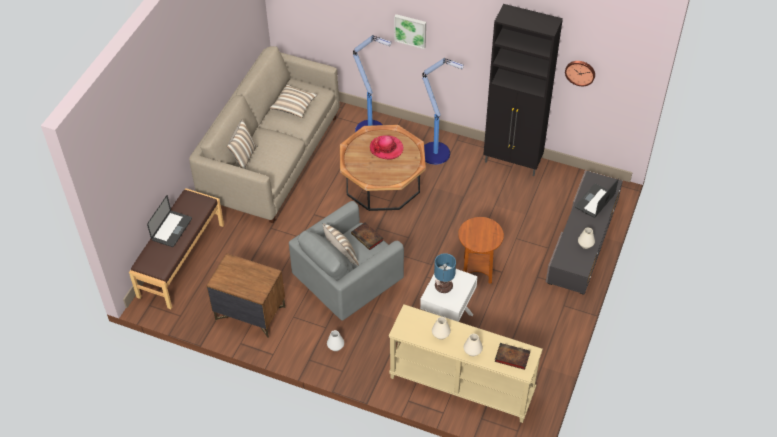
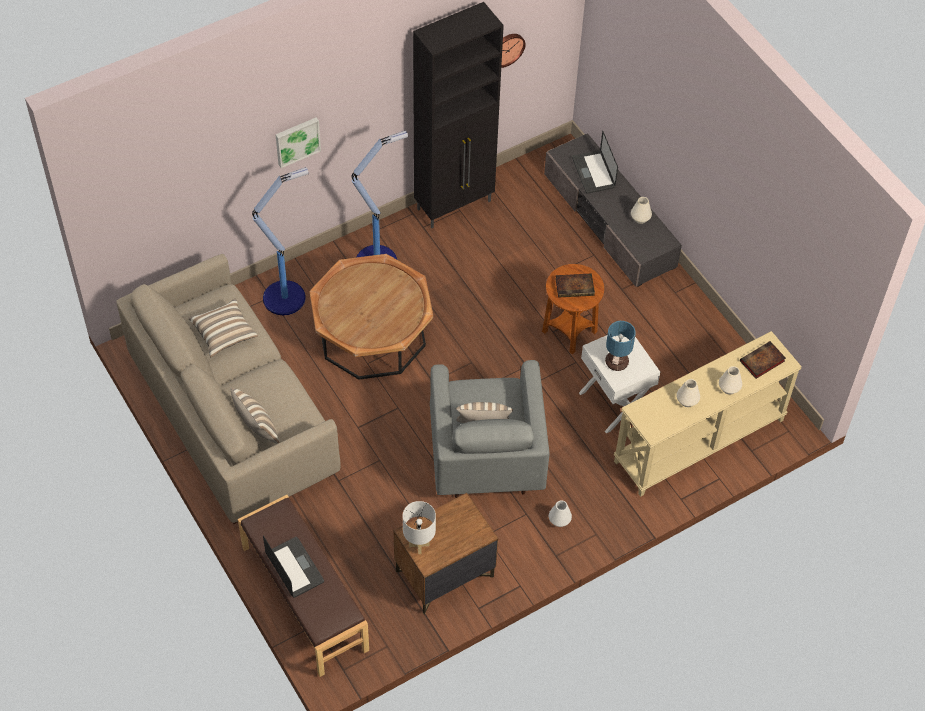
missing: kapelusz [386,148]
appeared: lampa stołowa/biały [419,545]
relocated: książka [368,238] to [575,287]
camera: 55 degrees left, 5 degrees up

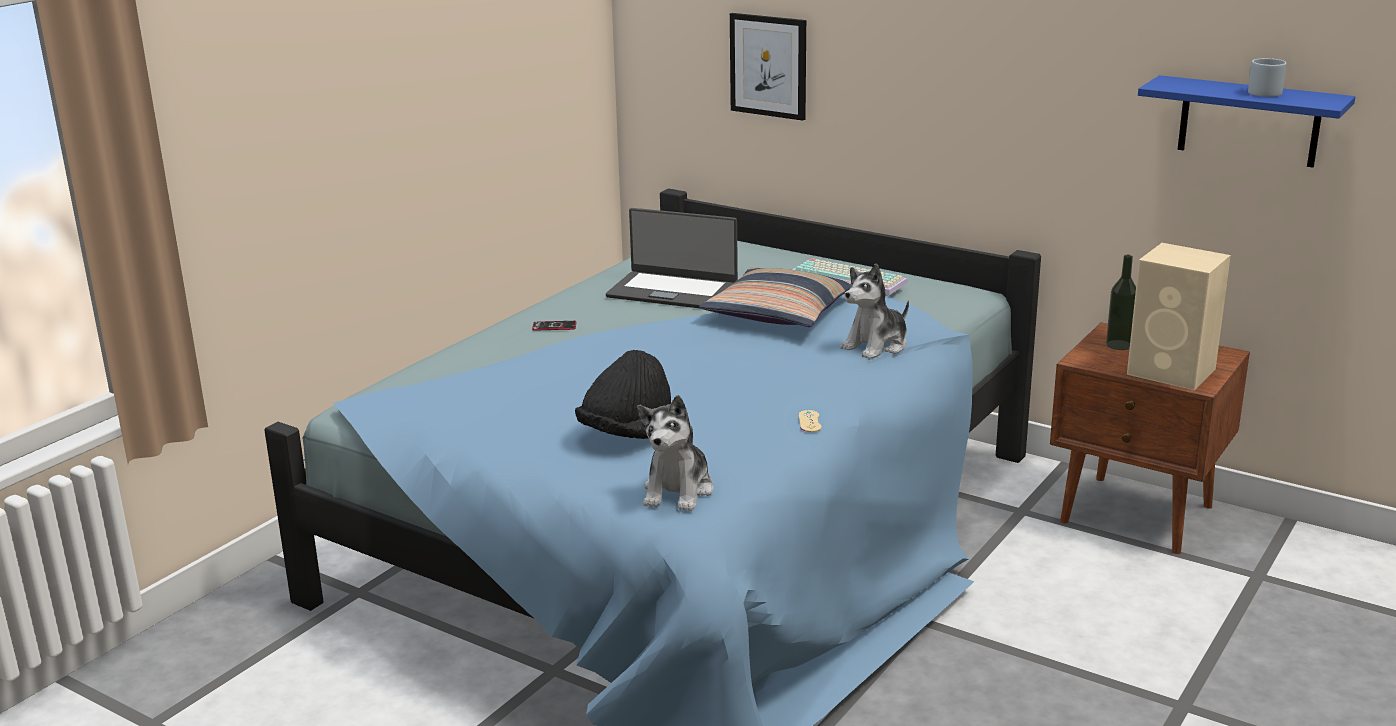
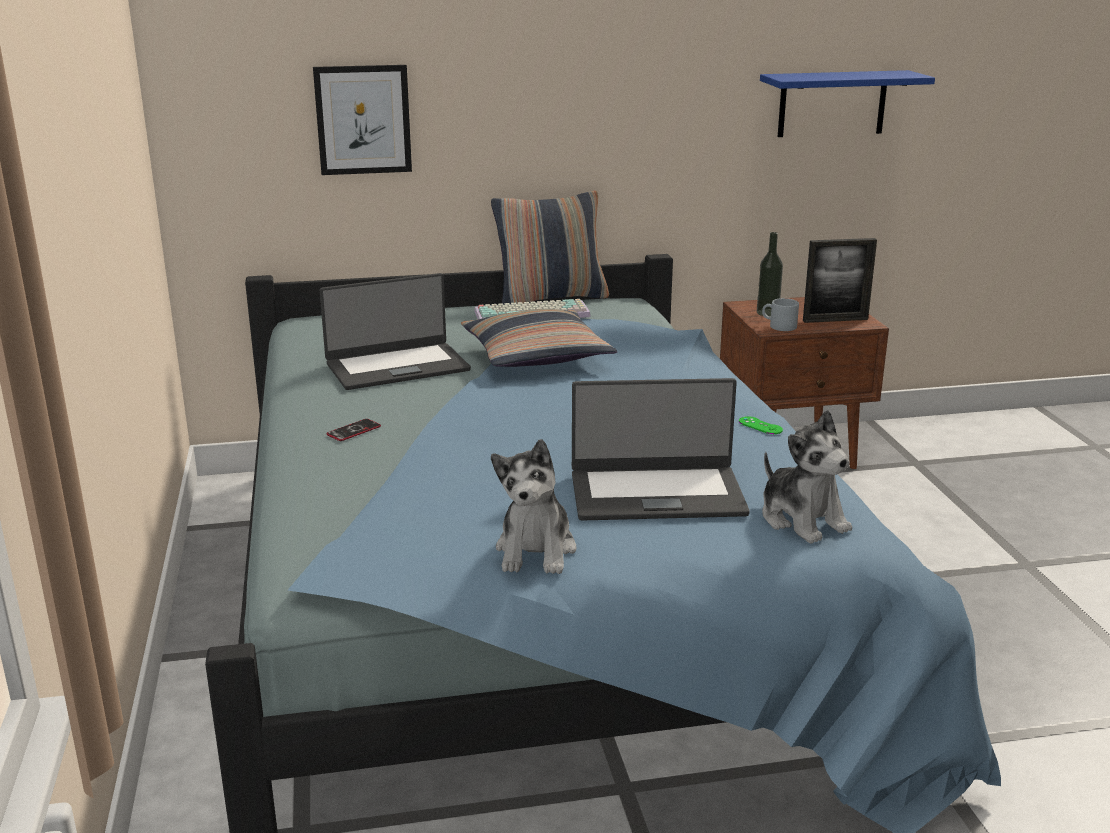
appeared: poduszka [551,298]
relocated: pluszak [876,346] to [536,550]; kubek/szary [1260,92] to [778,326]
exchanged: kapelusz/czarny [627,435] to laptop [656,493]; głośnik/beżowy [1173,372] to ramka na zdjęcie [835,320]
colour: pad do gier/beżowy [809,421] to pad do gier/zielony [760,426]
camera: 45 degrees left, 0 degrees up

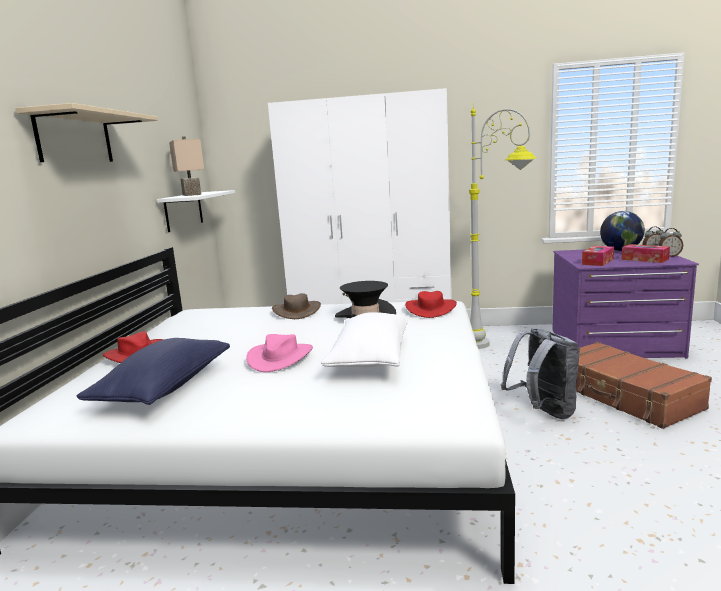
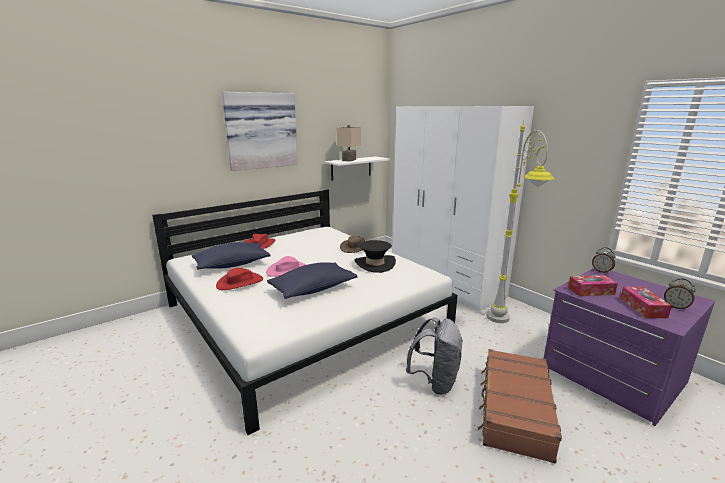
missing: globus [620,250]
relocated: kapelusz/czerwony [431,309] to [240,282]; budzik [669,256] to [601,271]
exchanged: półka/beżowy [75,138] to obraz [261,131]
colour: poduszka/biały [370,358] to poduszka/niebieski [313,289]
camera: 45 degrees right, 5 degrees up

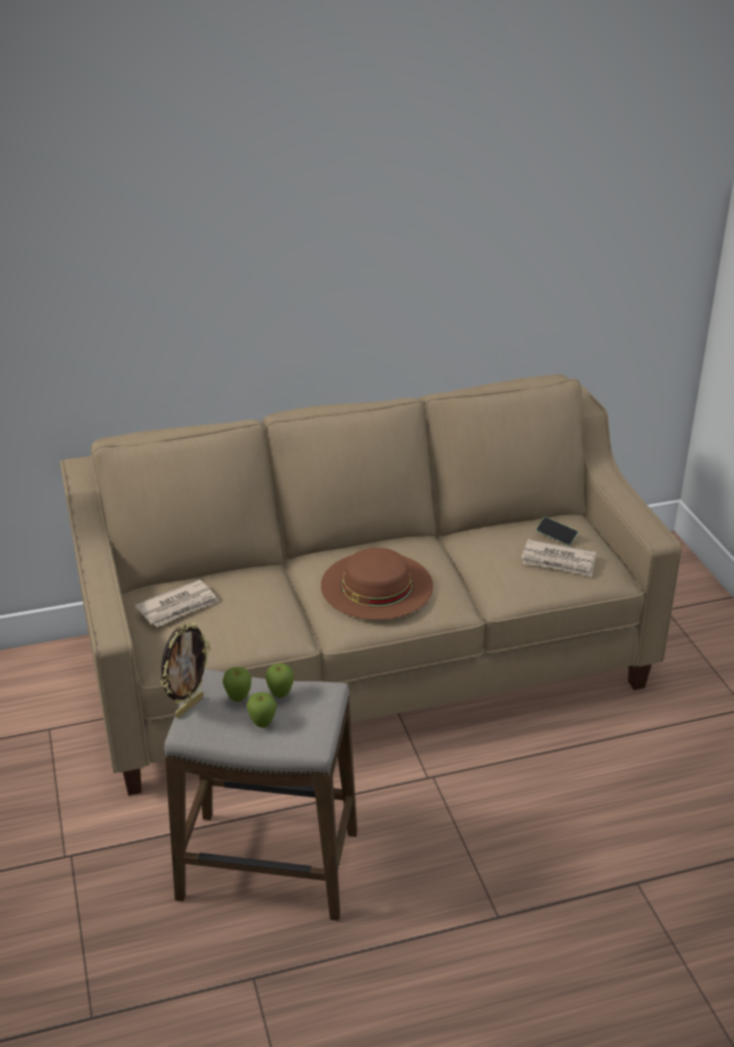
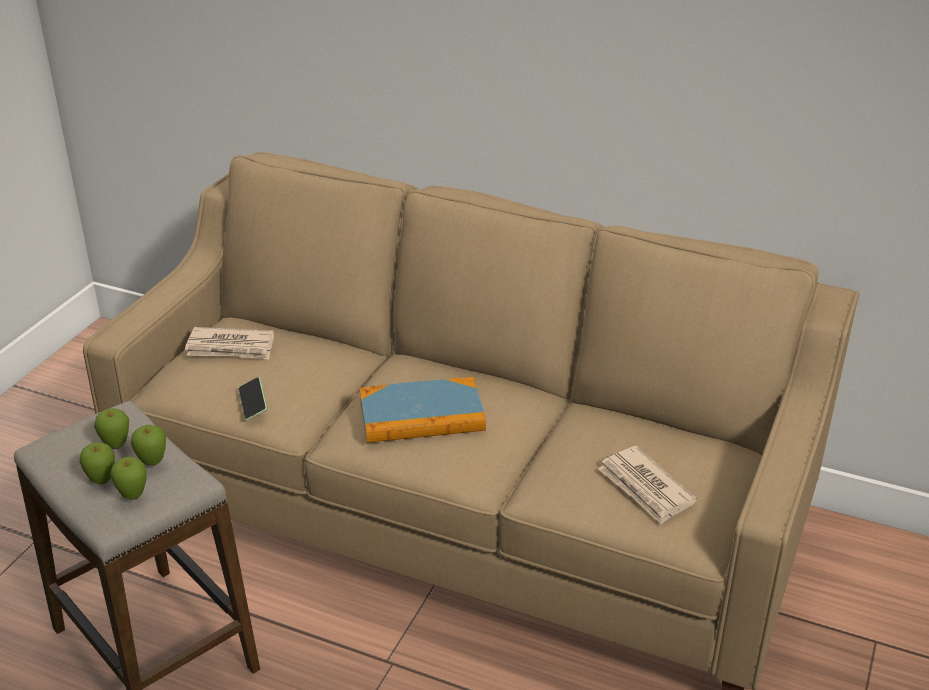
missing: ramka na zdjęcie [188,706]
appeared: jabłko [133,496]
relocated: telefon [556,536] to [253,404]
exchanged: kapelusz/brązowy [376,585] to książka [421,415]
camera: 40 degrees right, 0 degrees up

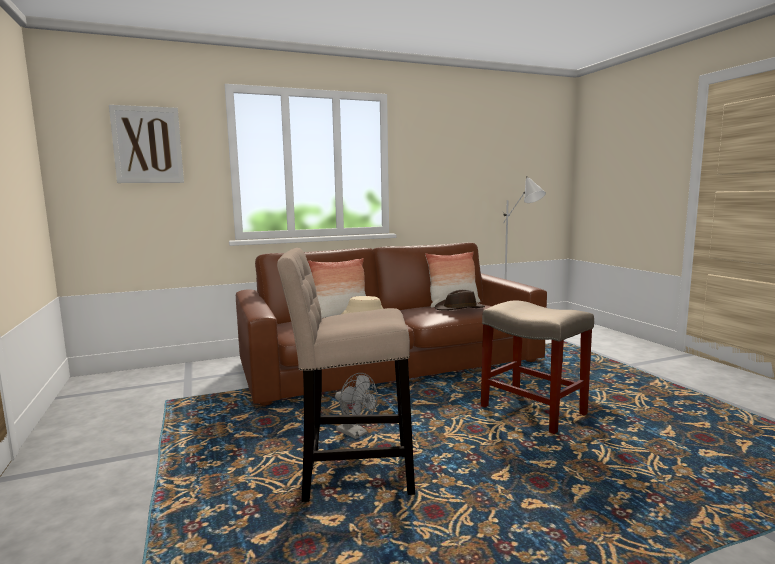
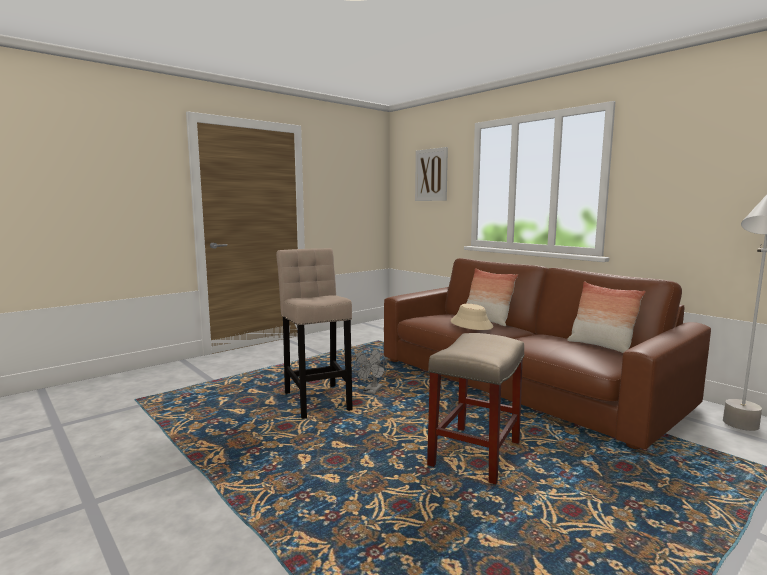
missing: kapelusz/brązowy [460,308]
camera: 70 degrees right, 0 degrees up

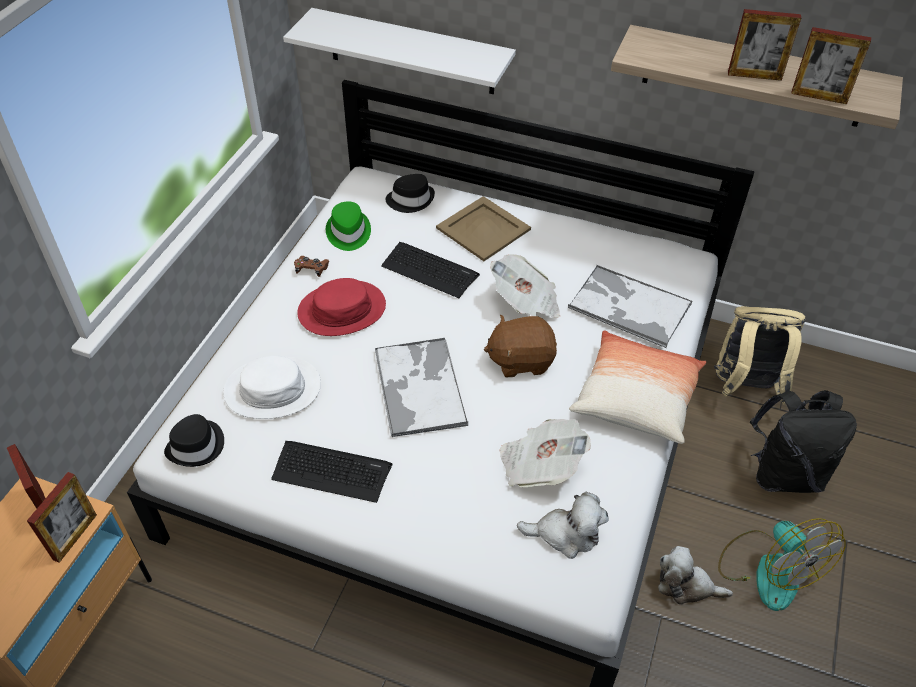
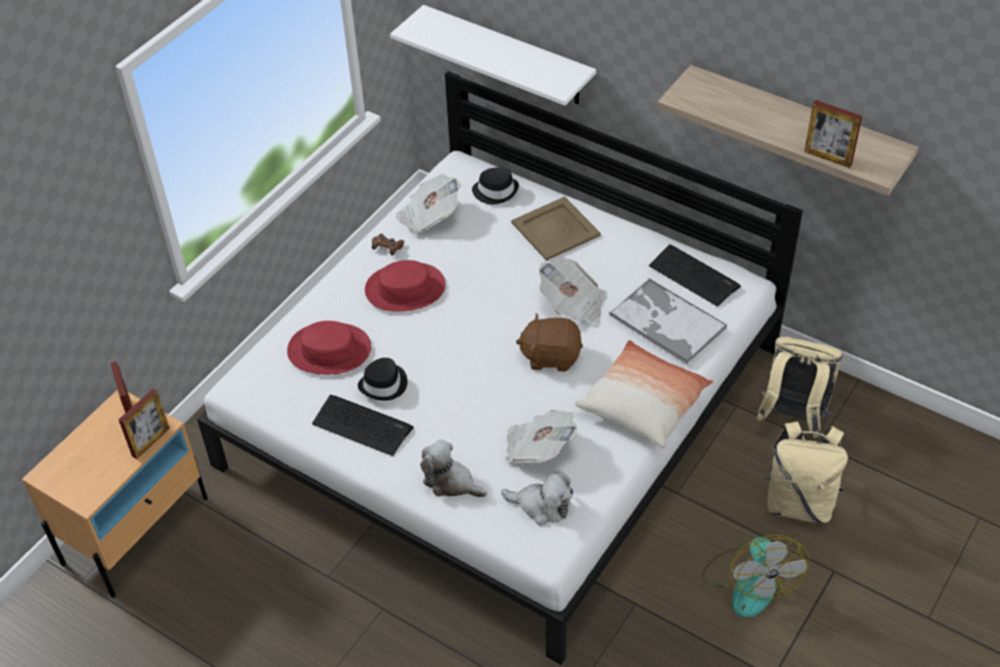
missing: taca [419,386]; ramka na zdjęcie [754,76]
relocated: kapelusz/czarny [197,446] to [384,385]; klawiatura [429,270] to [694,276]; pluszak [686,585] to [451,482]
exchanged: kapelusz/zielony [348,233] to gazeta [429,216]
colour: kapelusz/biały [272,389] to kapelusz/czerwony [329,349]; plecak/czarny [784,473] to plecak/beżowy [799,502]
camera: 15 degrees right, 0 degrees up

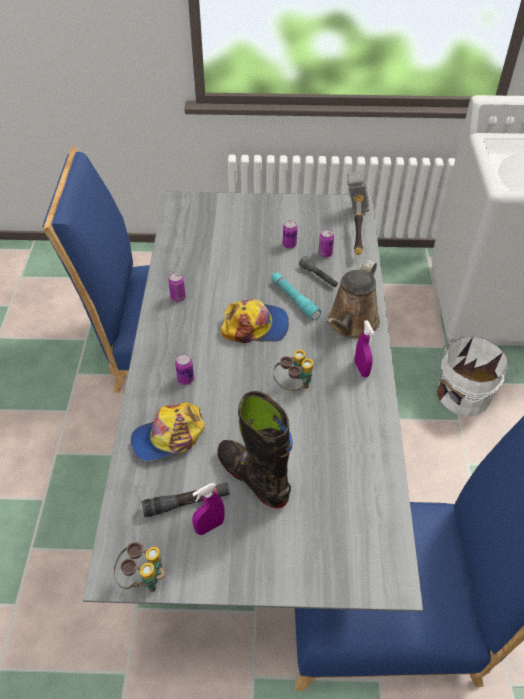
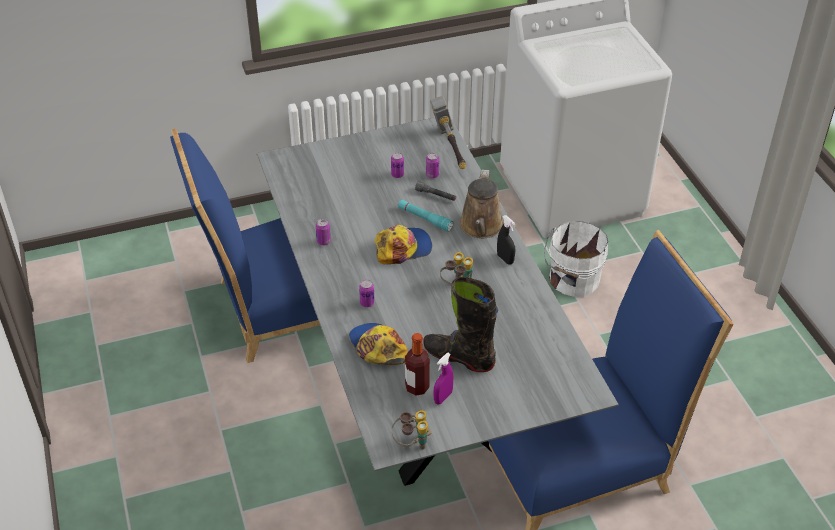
exchanged: latarka/czarny [186,502] to butelka [417,387]
colour: spryskiwacz/fioletowy [361,369] to spryskiwacz/czarny [505,259]
spun: czapka z daszkiem [169,437] = [377,347] 105 degrees clockwise
camera: 20 degrees left, 5 degrees down

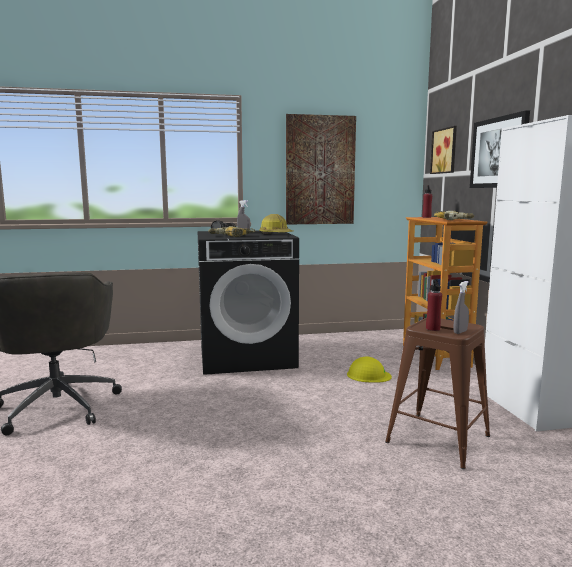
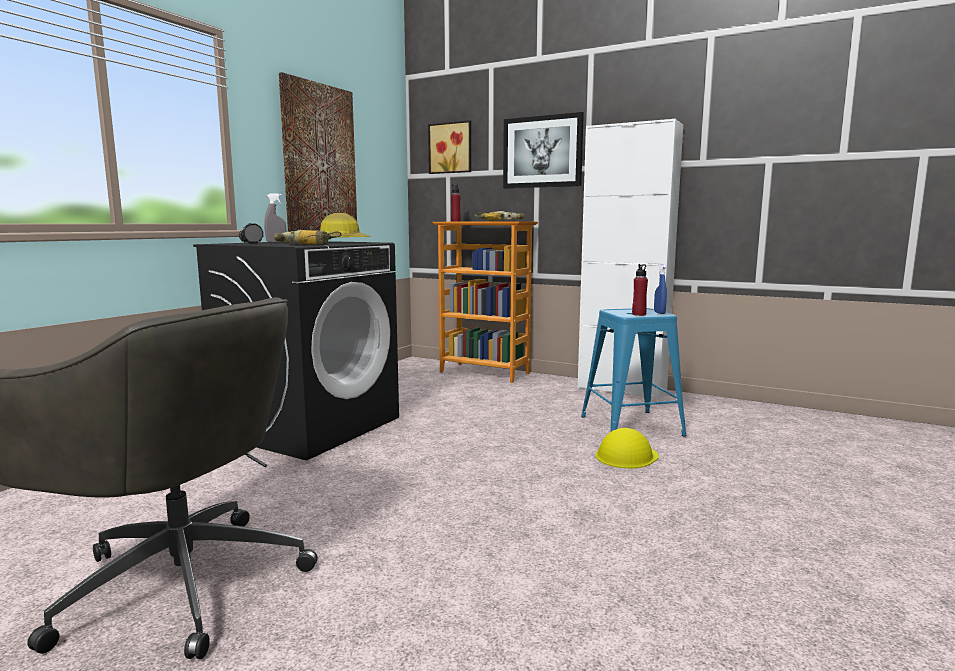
relocated: kask/żółty [368,375] to [626,456]
colour: stołek/brązowy [437,439] to stołek/niebieski [631,426]; spryskiwacz/szary [460,332] to spryskiwacz/niebieski [659,313]
camera: 50 degrees left, 0 degrees up

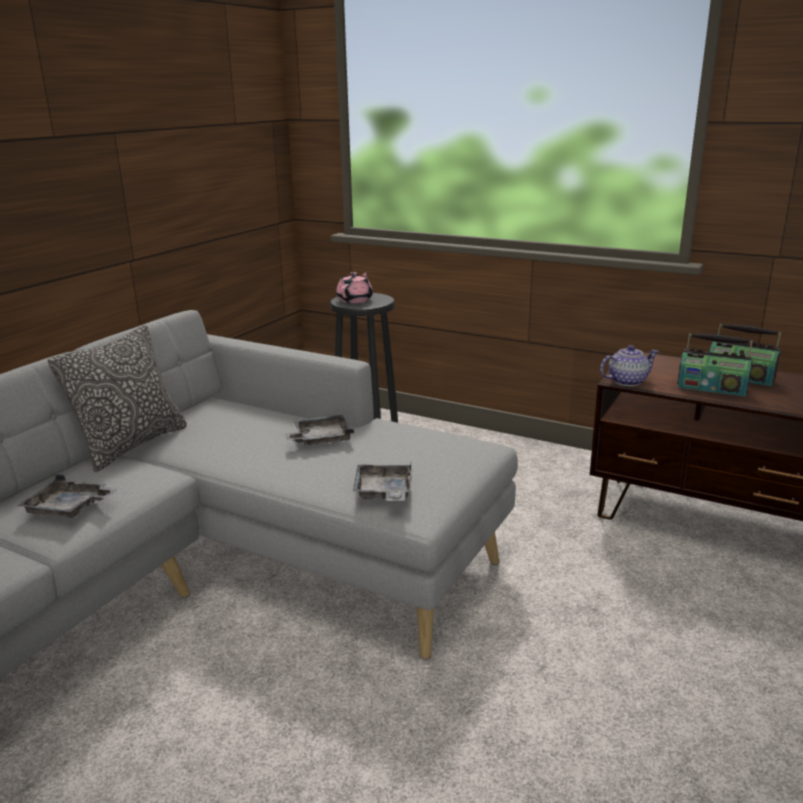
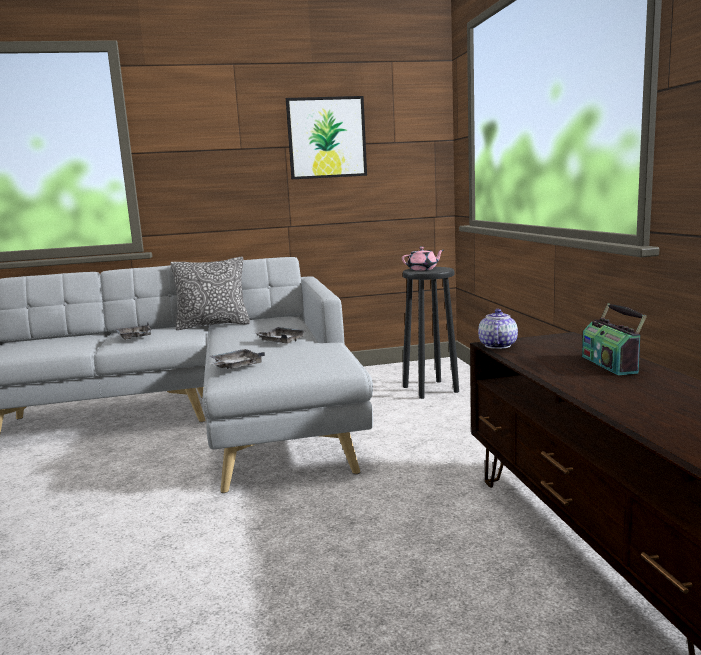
missing: radio [712,388]
appeared: obraz [326,138]
spun: imbryk [626,381] = [497,345] 105 degrees counterclockwise
camera: 50 degrees right, 10 degrees down

